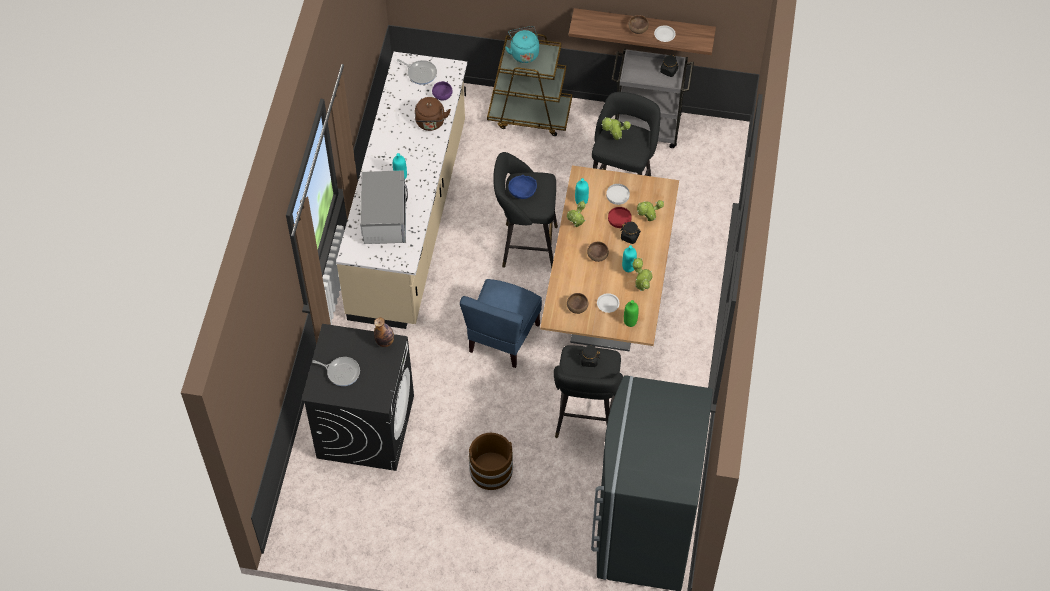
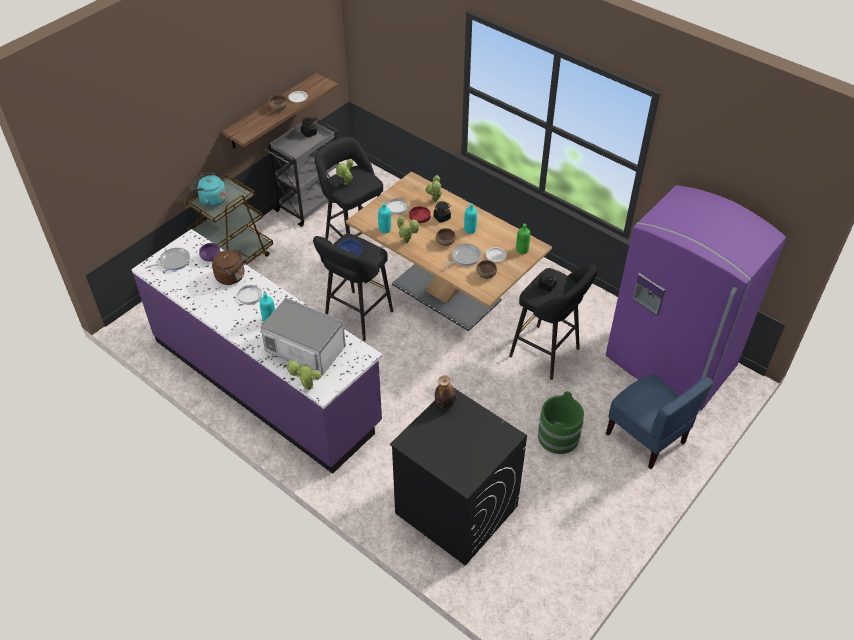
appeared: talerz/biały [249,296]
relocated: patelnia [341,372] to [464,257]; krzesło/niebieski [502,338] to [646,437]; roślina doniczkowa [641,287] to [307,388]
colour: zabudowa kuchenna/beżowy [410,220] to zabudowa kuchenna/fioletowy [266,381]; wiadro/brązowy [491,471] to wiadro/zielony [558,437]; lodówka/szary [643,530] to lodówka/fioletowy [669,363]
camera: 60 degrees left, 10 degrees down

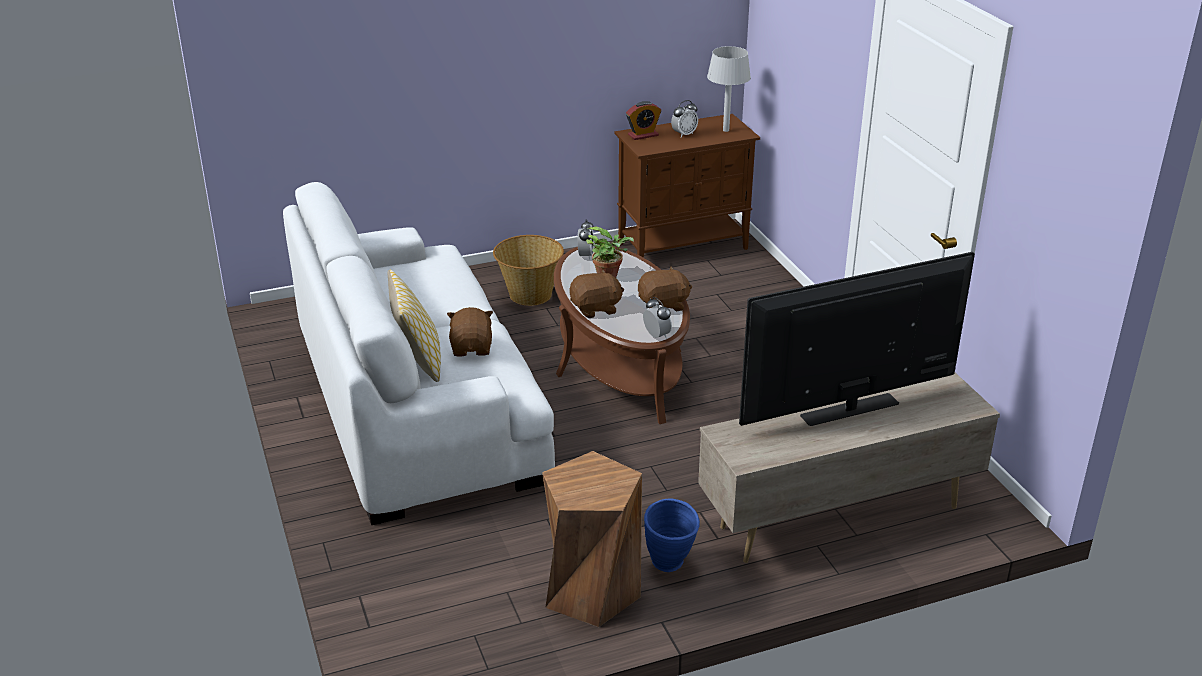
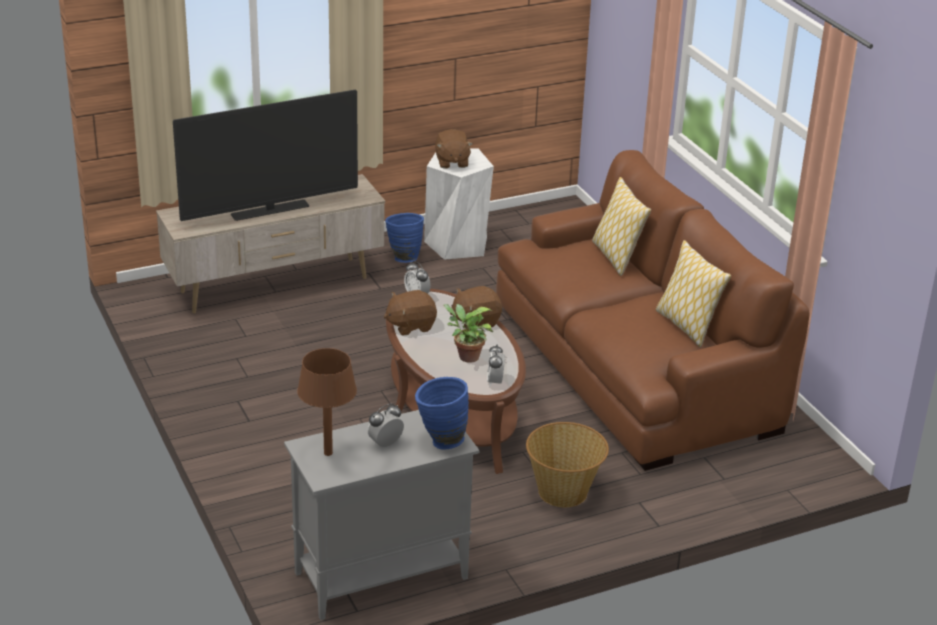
appeared: poduszka [687,326]
relocated: pluszak/brązowy [472,348] to [451,162]
exchanged: budzik [643,135] to wazon/niebieski [440,441]
colour: kanapa/biały [417,403] to kanapa/brązowy [633,366]; stołek/brązowy [591,591] to stołek/biały [457,244]; szafka/brązowy [684,246] to szafka/szary [379,576]; lampa stołowa/szary [725,130] to lampa stołowa/brązowy [328,453]
camera: 175 degrees right, 0 degrees up

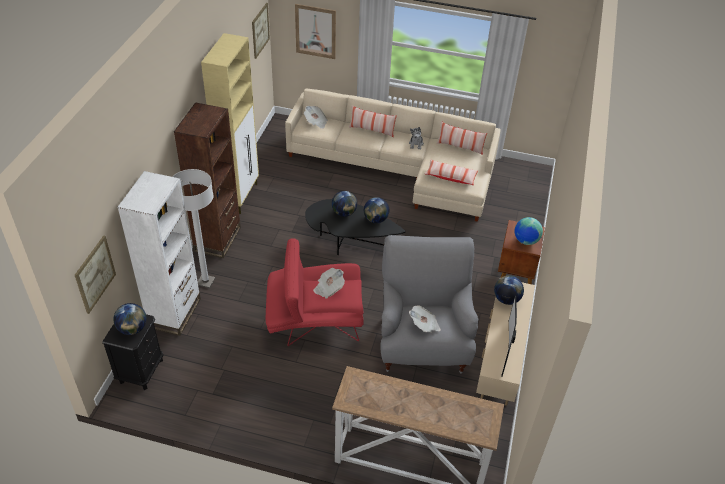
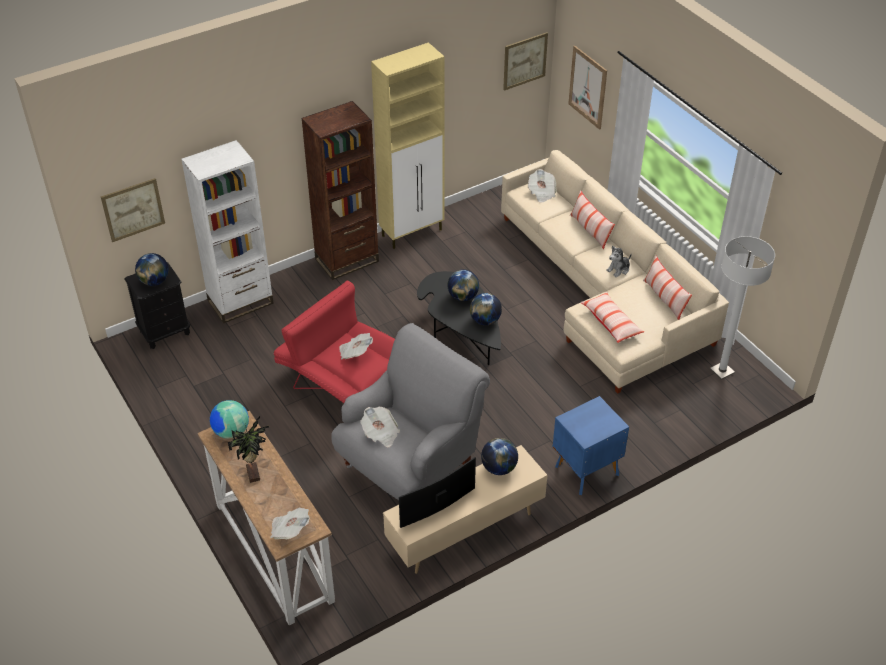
appeared: roślina doniczkowa [254,473]; gazeta [290,530]
relocated: lampa stojąca/biały [205,282] to [722,371]; globus [525,241] to [231,432]
colour: szafka nocna/brązowy [515,276] to szafka nocna/niebieski [585,470]
camera: 45 degrees right, 0 degrees up

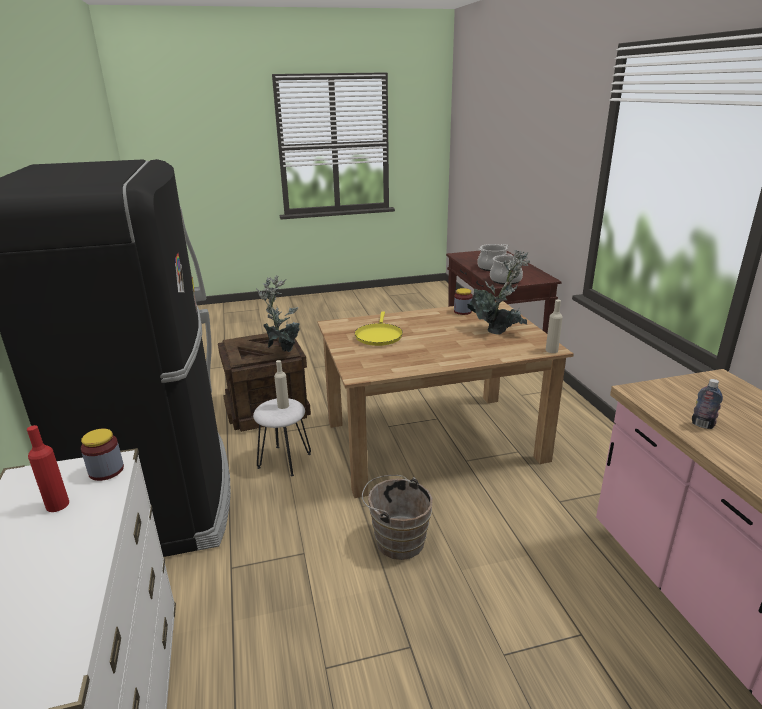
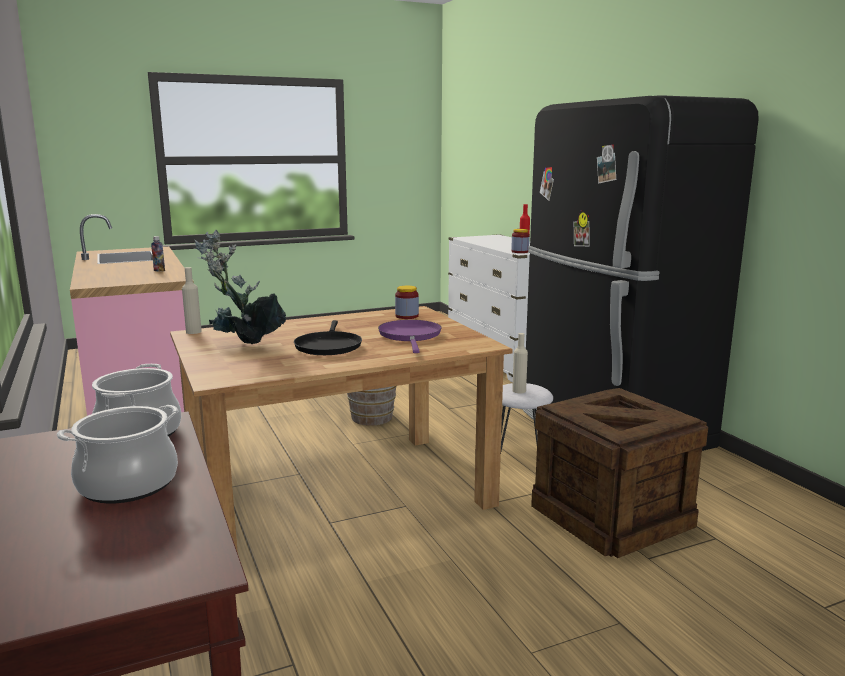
missing: roślina doniczkowa [282,349]
appeared: patelnia/czarny [328,346]
relocated: słoik [462,311] to [407,316]
colour: patelnia/żółty [379,336] to patelnia/fioletowy [410,336]
camera: 170 degrees right, 10 degrees down

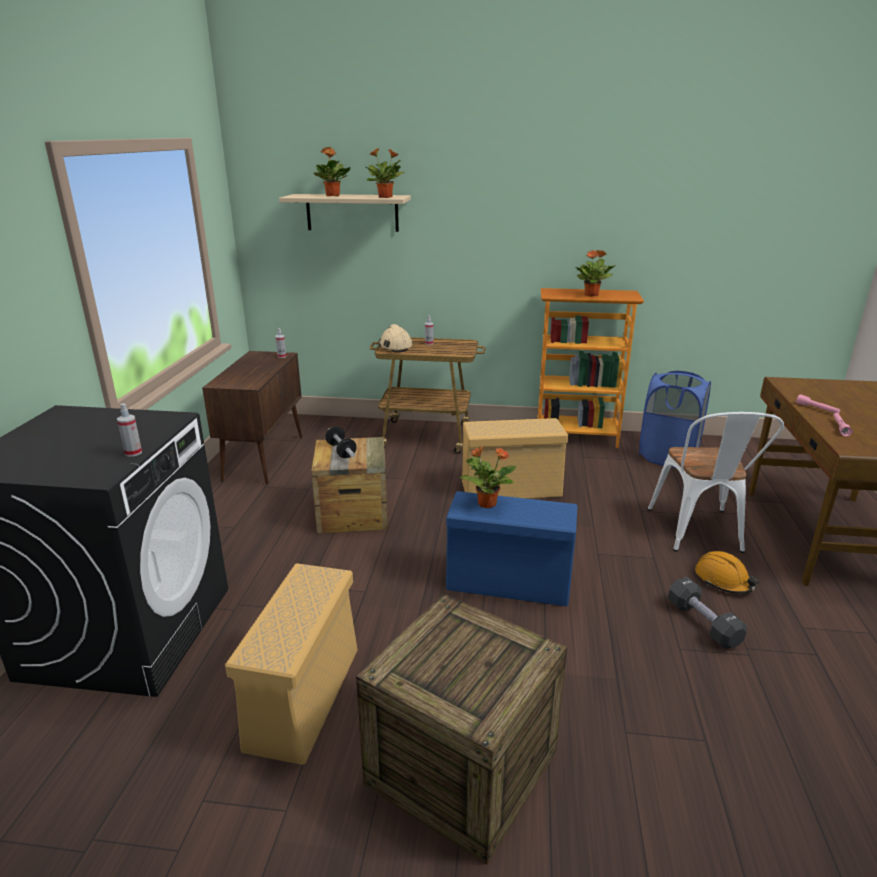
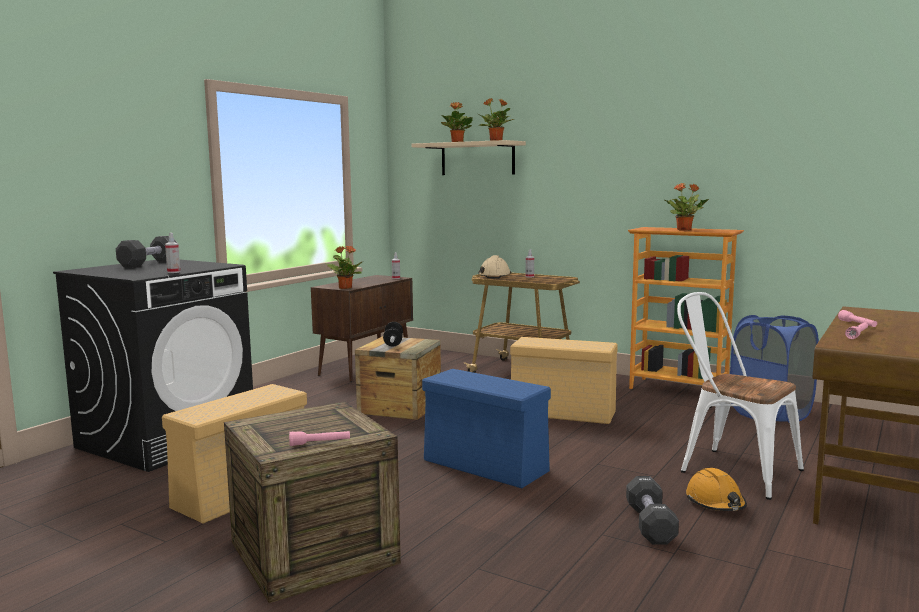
appeared: hantel/czarny [149,263]; latarka/różowy [320,443]
relocated: roślina doniczkowa [486,503] to [345,288]
spun: krzesło/biały [699,534] = [731,469] 105 degrees clockwise
camera: 25 degrees right, 15 degrees down

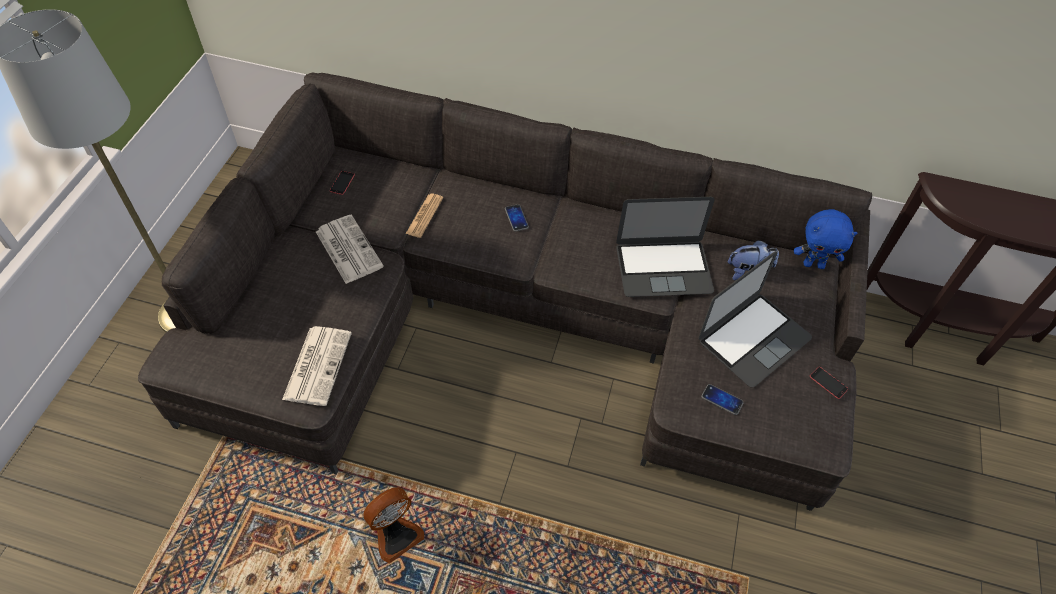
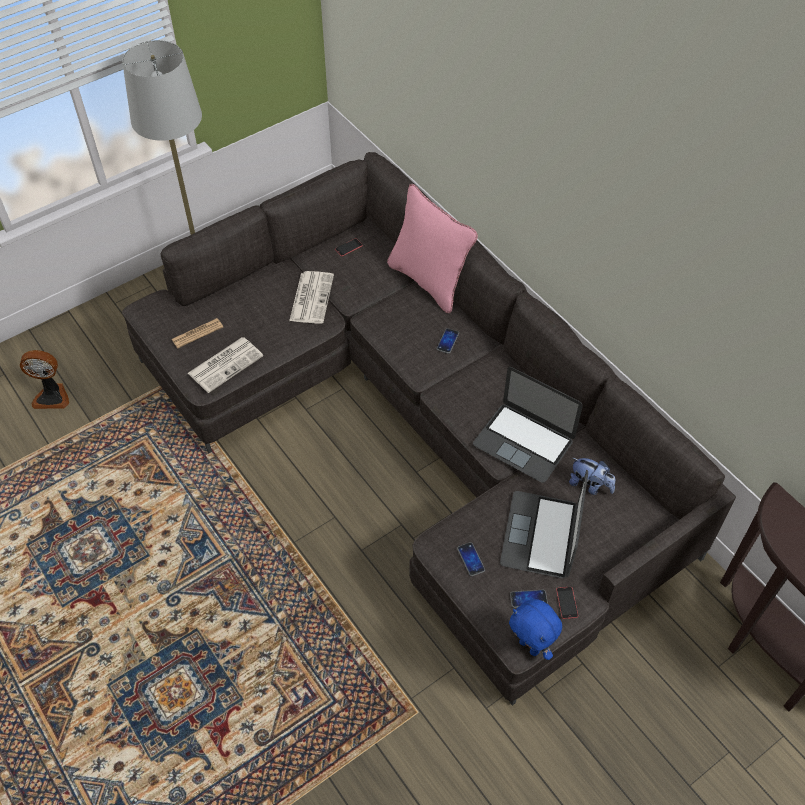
appeared: poduszka/różowy [429,281]; telefon [528,599]
relocated: wentylator [396,535] to [52,396]; gazeta [424,216] to [197,333]; pluszak/niebieski [814,264] to [530,646]
spun: laptop [753,339] = [540,535] 105 degrees clockwise
camera: 40 degrees right, 0 degrees up

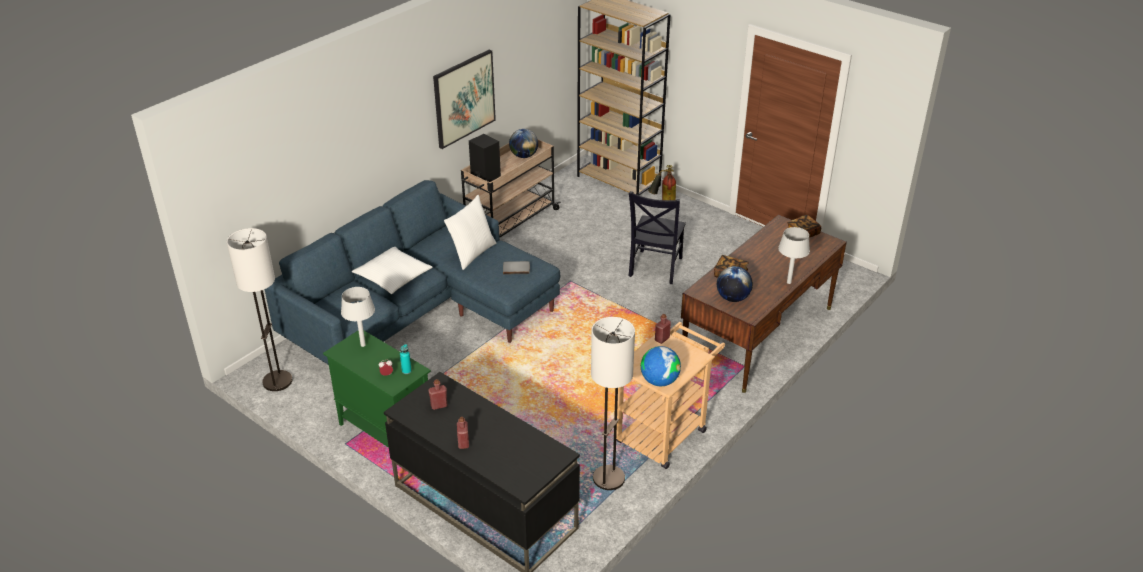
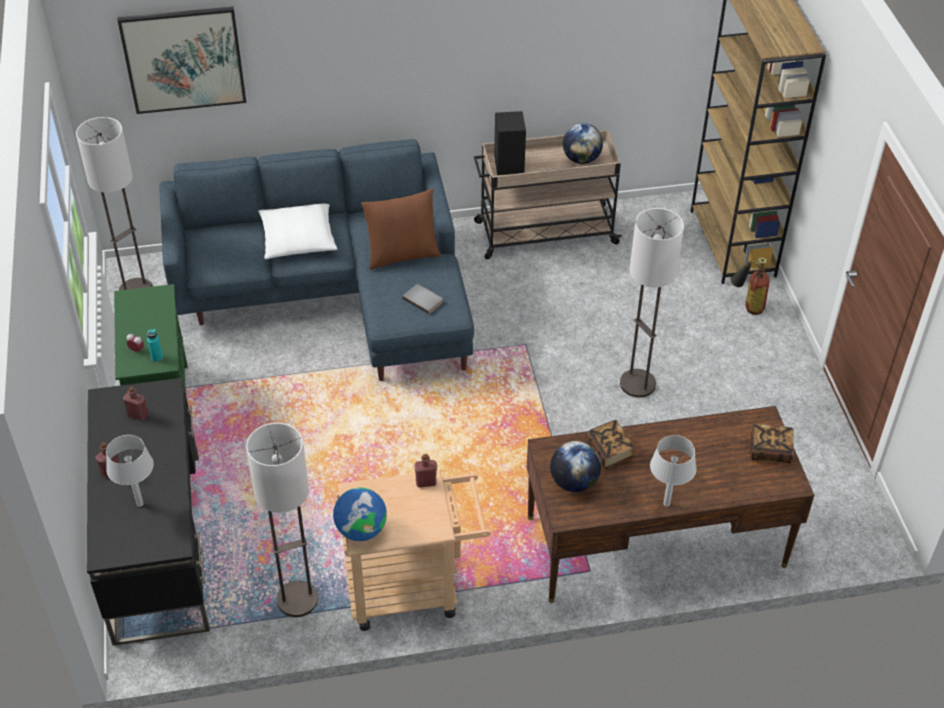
relocated: lampa stołowa/szary [363,345] to [139,504]; obraz [464,98] to [183,59]
exchanged: krzesło/czarny [655,268] to lampa stojąca [637,384]
colour: poduszka/biały [472,253] to poduszka/brązowy [402,254]
camera: 40 degrees right, 10 degrees up

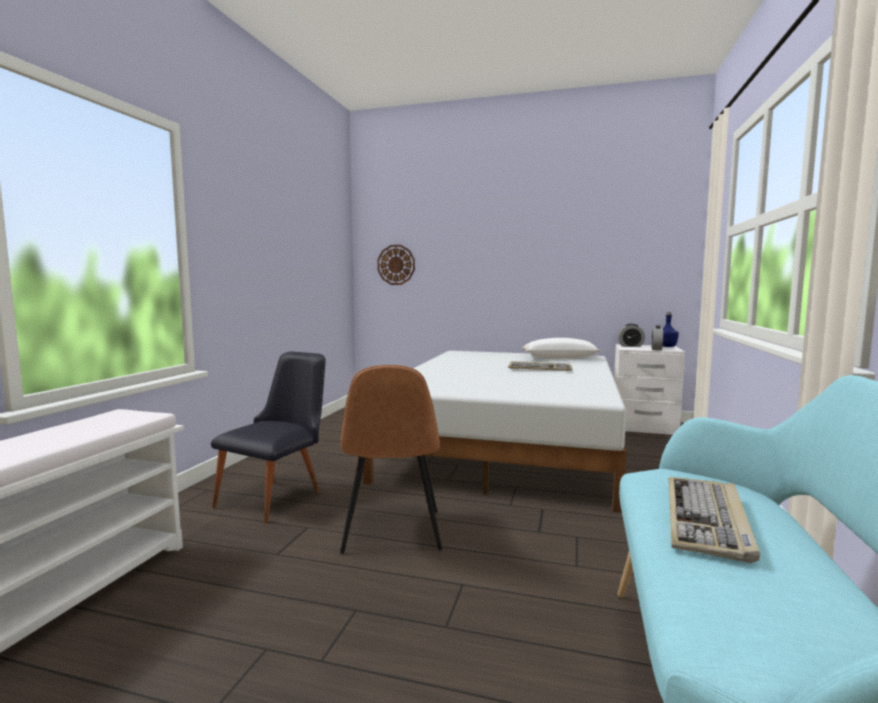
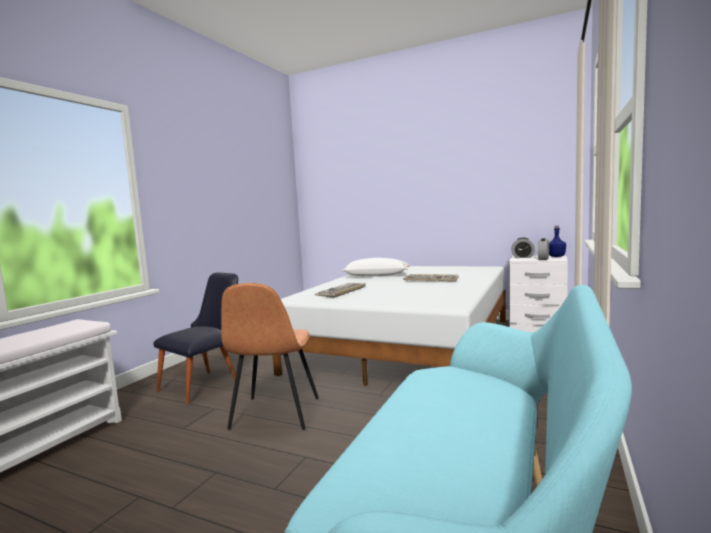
missing: zegar ścienny [396,265]
relocated: poduszka/biały [559,358] to [376,275]; klawiatura [707,520] to [341,292]
camera: 10 degrees right, 0 degrees up

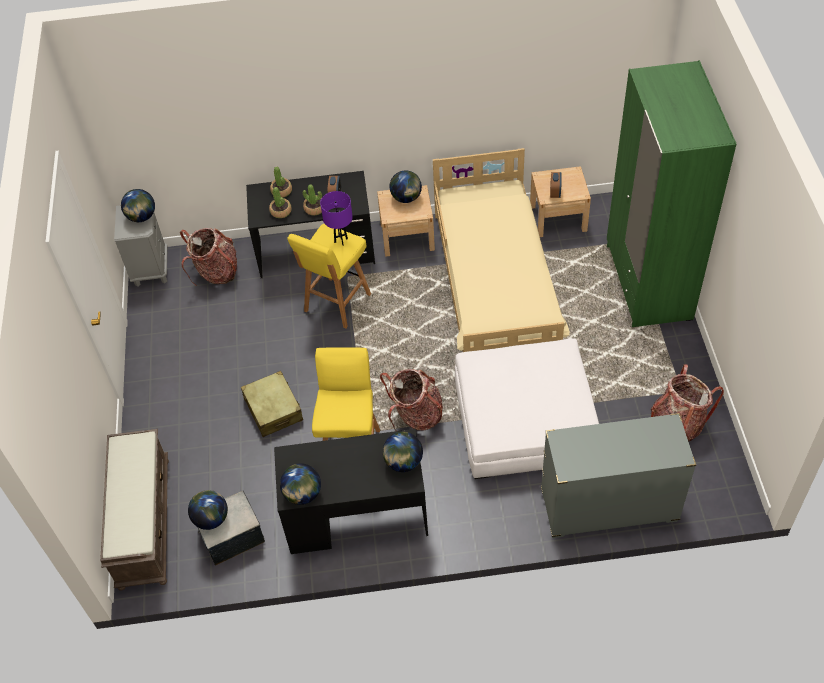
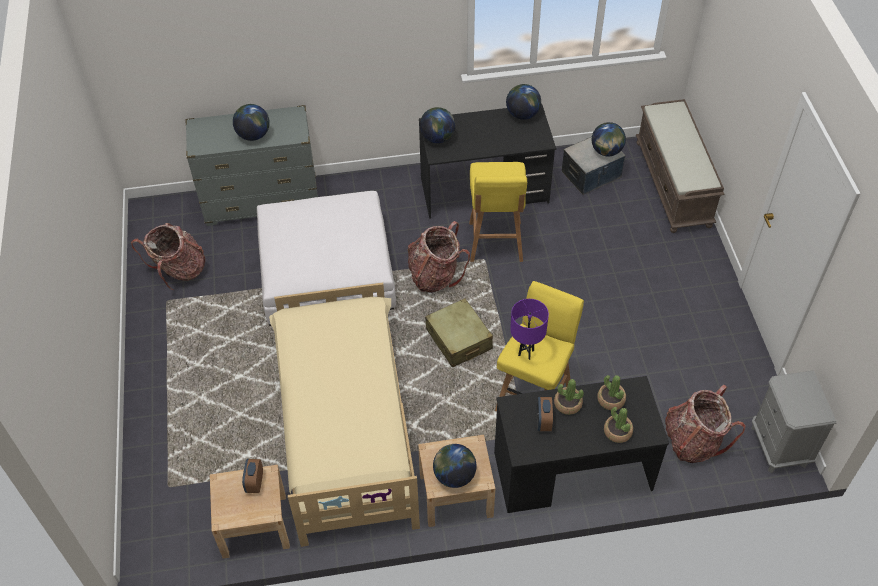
missing: szafa/zielony [648,282]
relocated: globus [142,217] to [253,135]; walizka/beżowy [273,409] to [458,339]
camera: 175 degrees right, 0 degrees up

